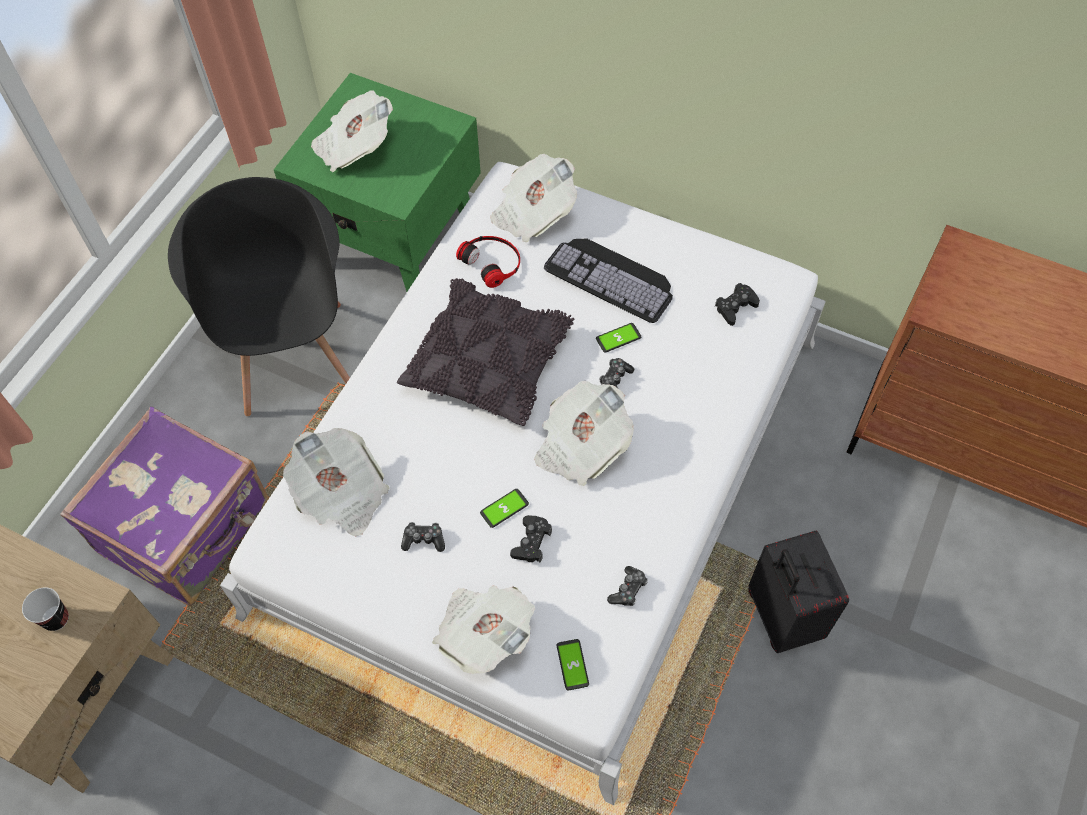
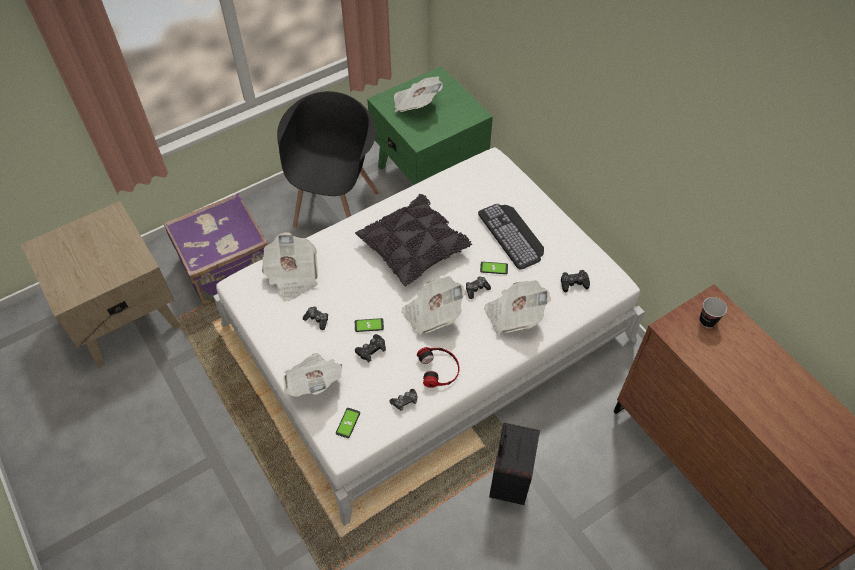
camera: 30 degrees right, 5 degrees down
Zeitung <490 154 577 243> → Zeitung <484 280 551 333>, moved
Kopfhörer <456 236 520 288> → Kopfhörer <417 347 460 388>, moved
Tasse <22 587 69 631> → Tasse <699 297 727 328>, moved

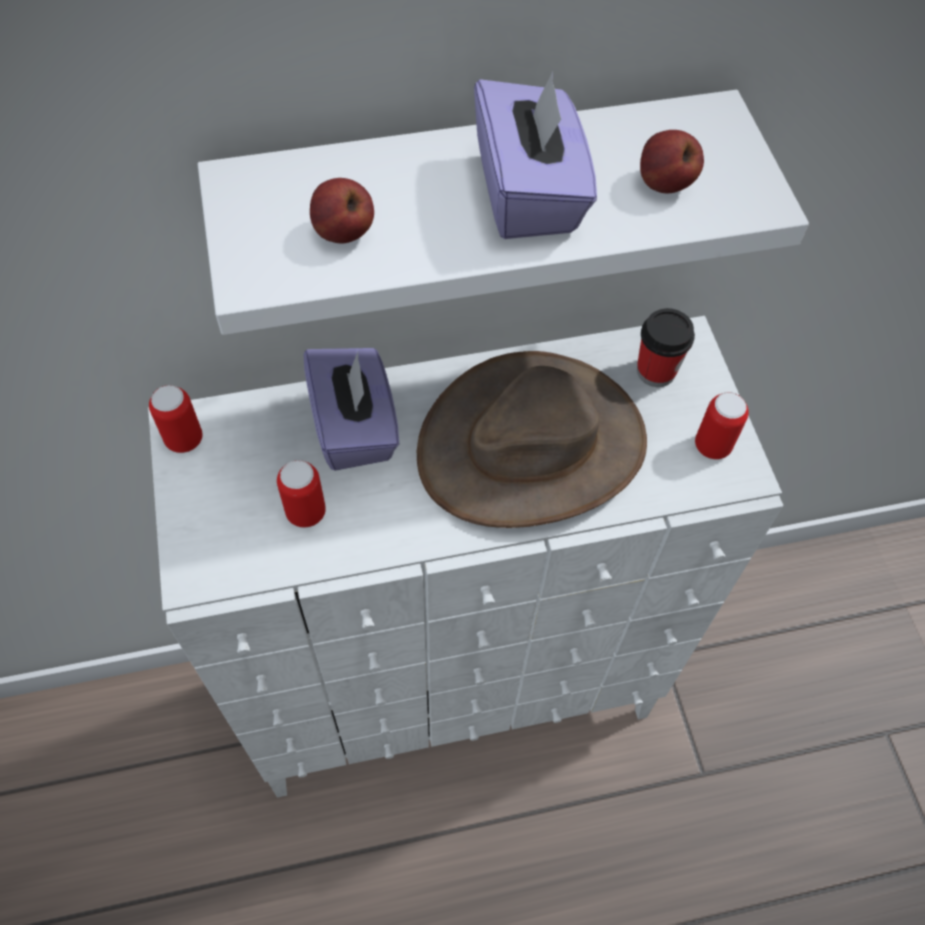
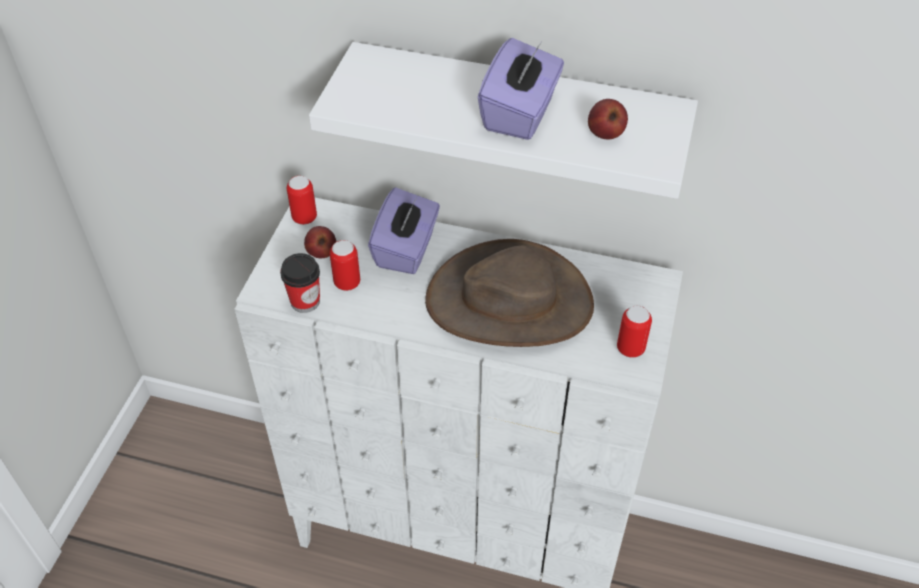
camera: 30 degrees right, 10 degrees down
Apfel <310 178 374 243> → Apfel <304 226 336 258>, moved
Tasse <637 308 695 387> → Tasse <280 253 320 313>, moved

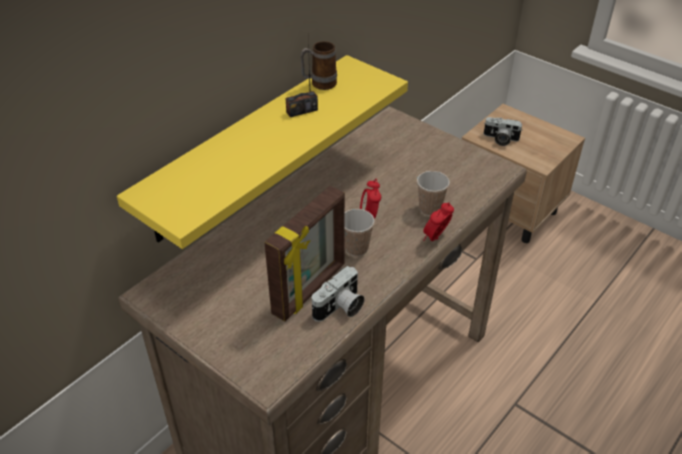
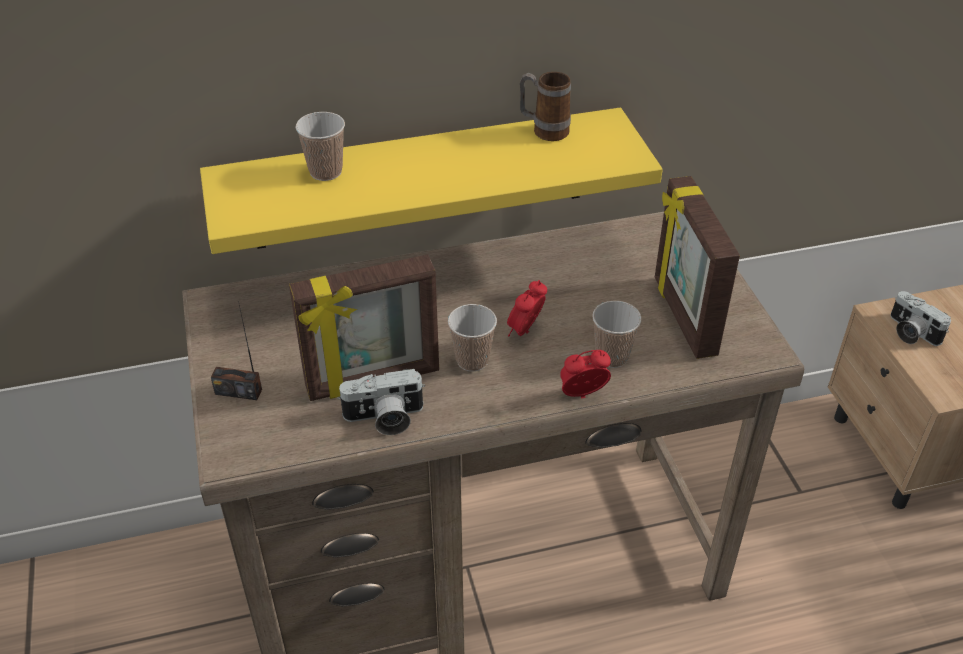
camera: 35 degrees right, 0 degrees up
Radio <286 41 318 117> → Radio <211 300 262 400>, moved
- → Tasse <296 112 345 181>
- → Bilderrahmen <655 176 740 359>

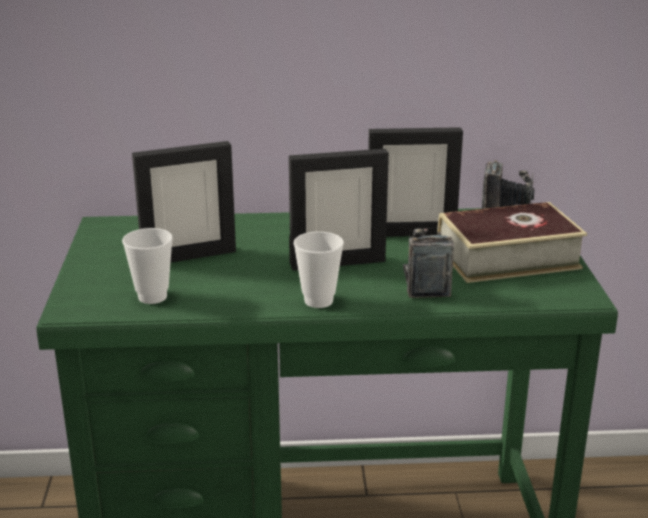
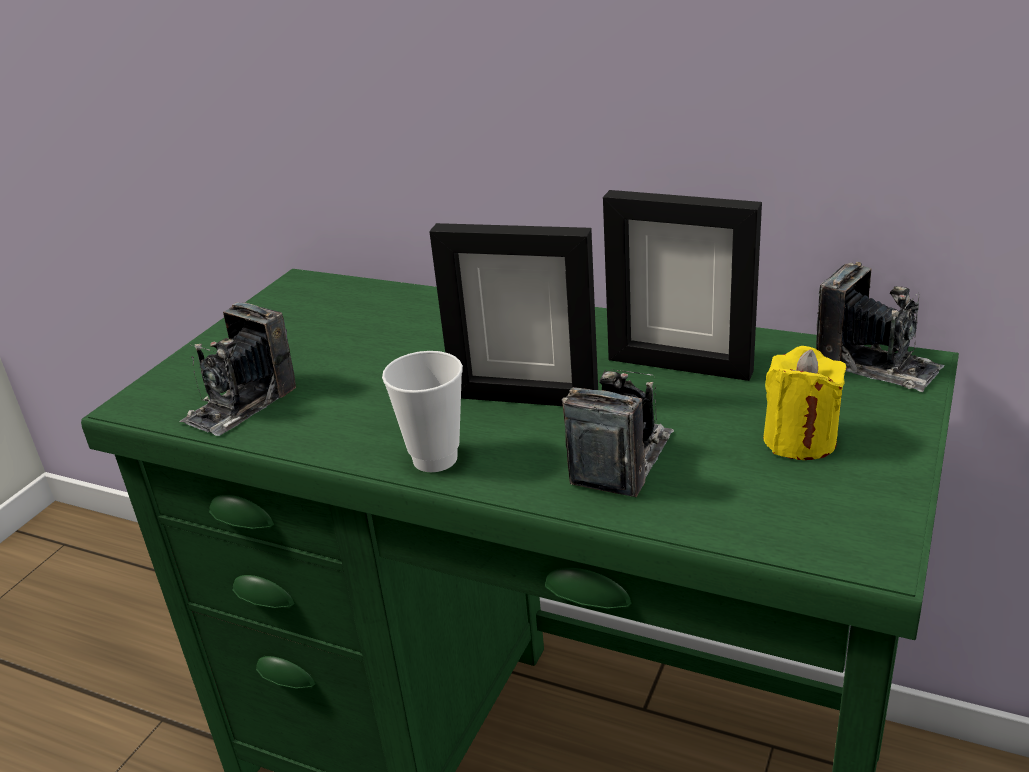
camera: 30 degrees right, 5 degrees up
Bilderrahmen <132 141 236 263> → -
Buch <437 202 587 283> → Kerze/gelb <763 346 846 460>
Tasse <122 228 173 304> → Kamera <179 302 296 436>

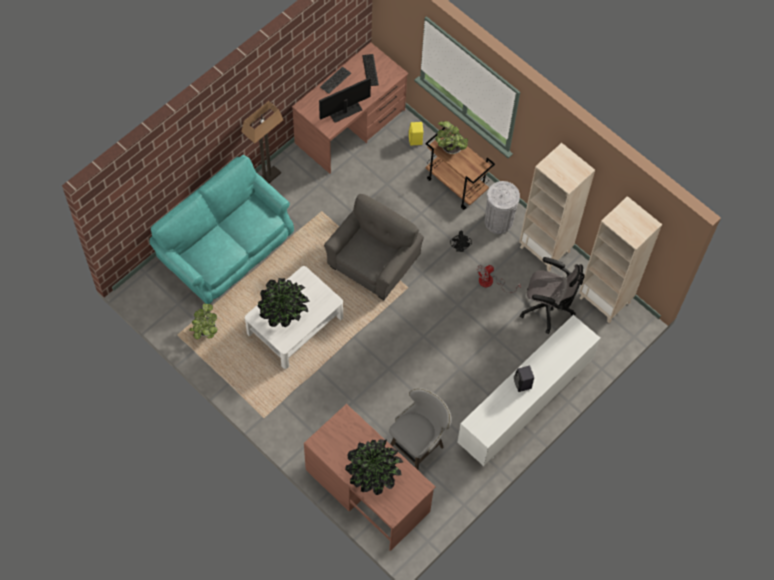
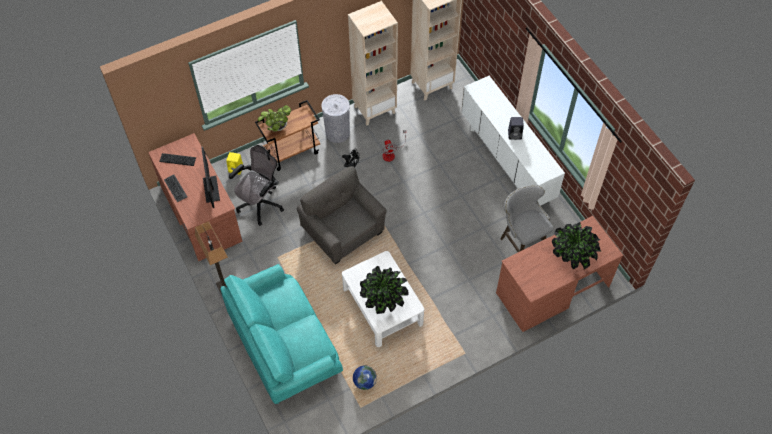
camera: 70 degrees left, 5 degrees down
Bürostuhl <520 257 585 334> → Bürostuhl <229 145 284 226>, moved
Topfpflanze <189 304 218 340> → Globus <353 365 377 390>

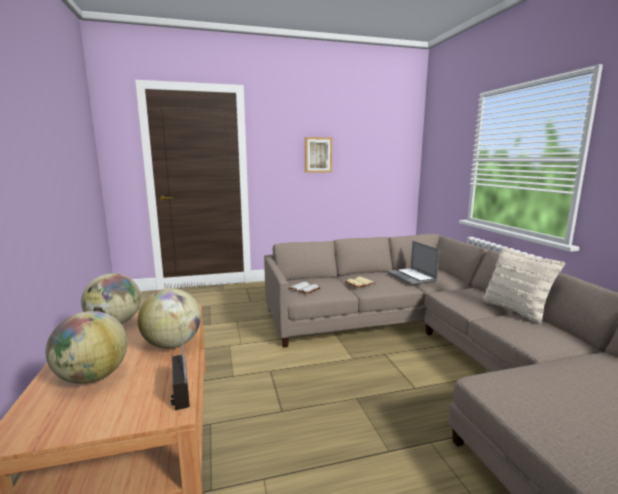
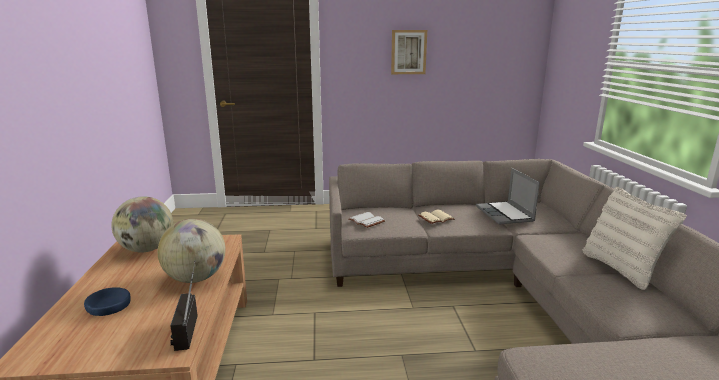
camera: 10 degrees right, 5 degrees up
Globus <46 311 128 384> → Schüssel/blau <84 287 131 316>

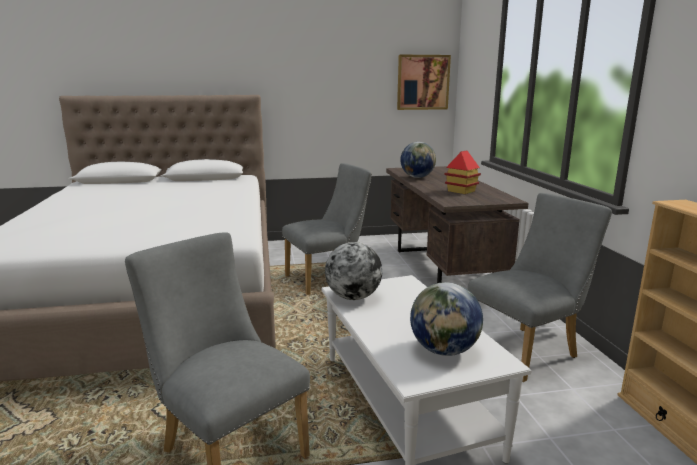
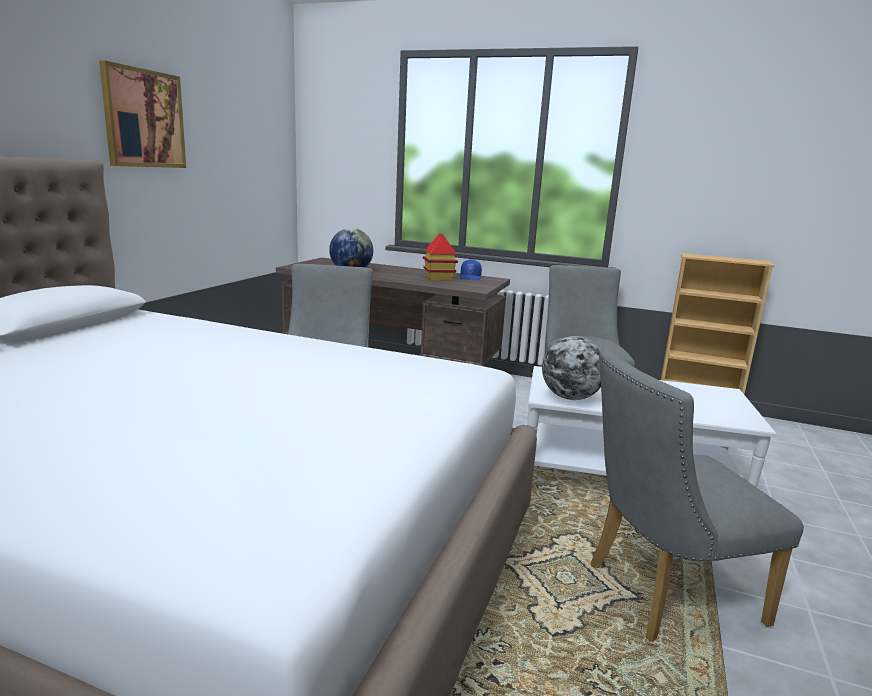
camera: 60 degrees left, 0 degrees up
Bild <397 55 451 110> → Bild <99 60 186 168>, moved
Globus <410 282 483 356> → -
- → Kappe/blau <460 259 482 280>

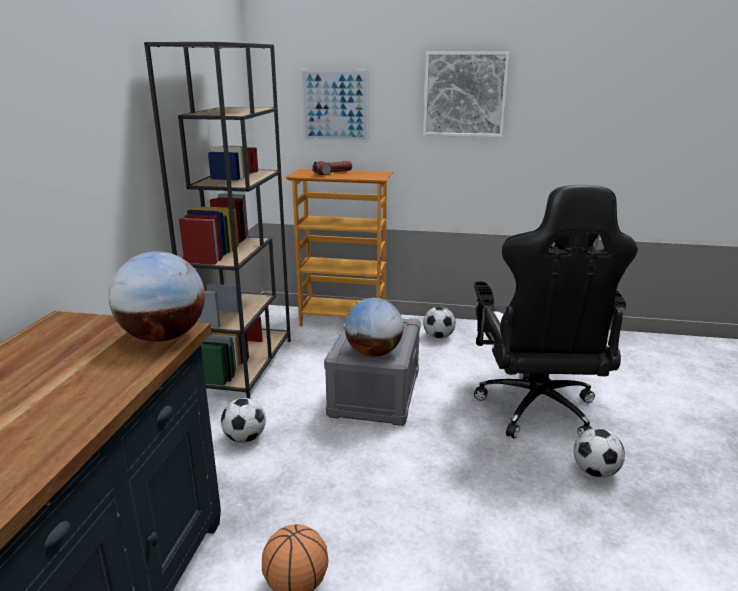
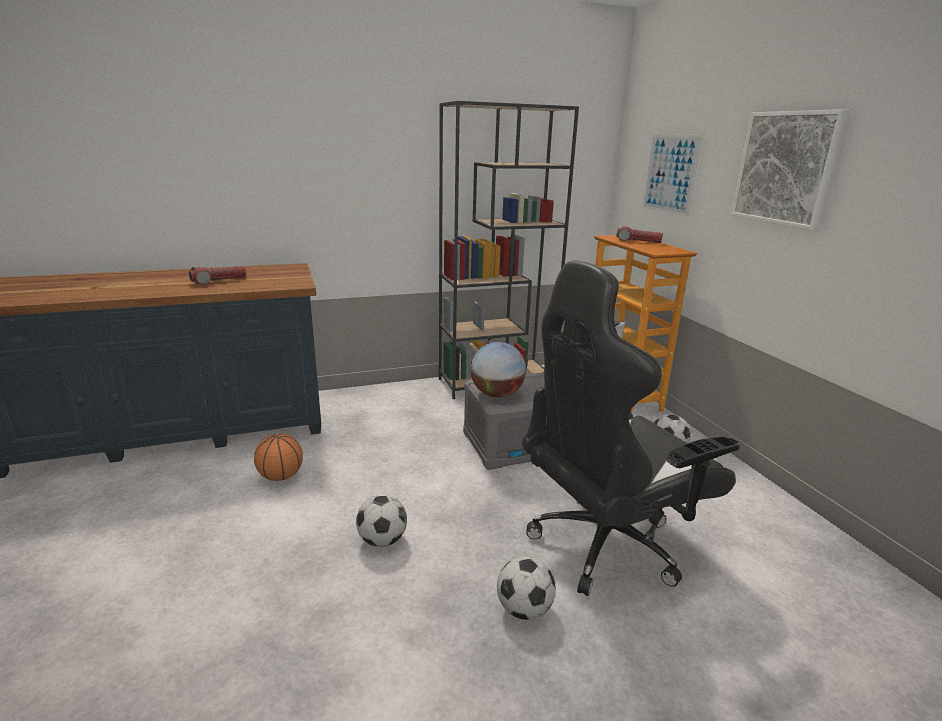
camera: 60 degrees right, 0 degrees up
Globus <109 251 205 342> → -
Fußball <221 398 266 443> → Fußball <356 495 407 547>, moved
- → Taschenlampe <189 266 246 285>

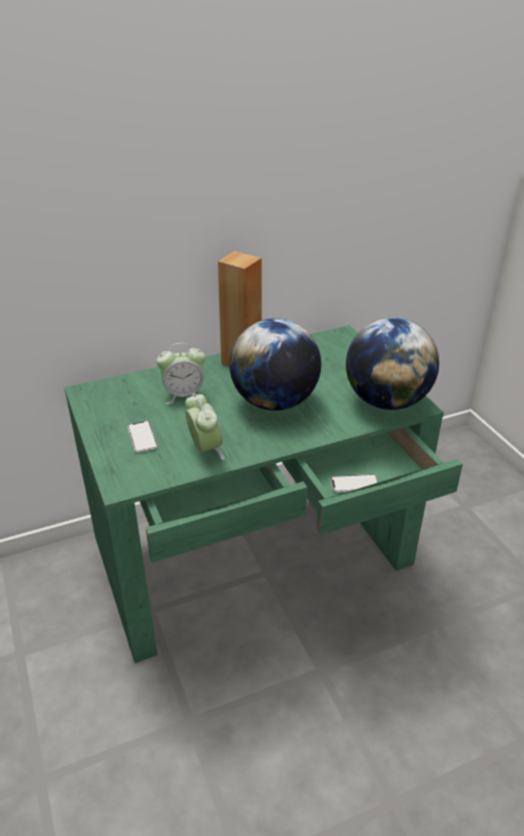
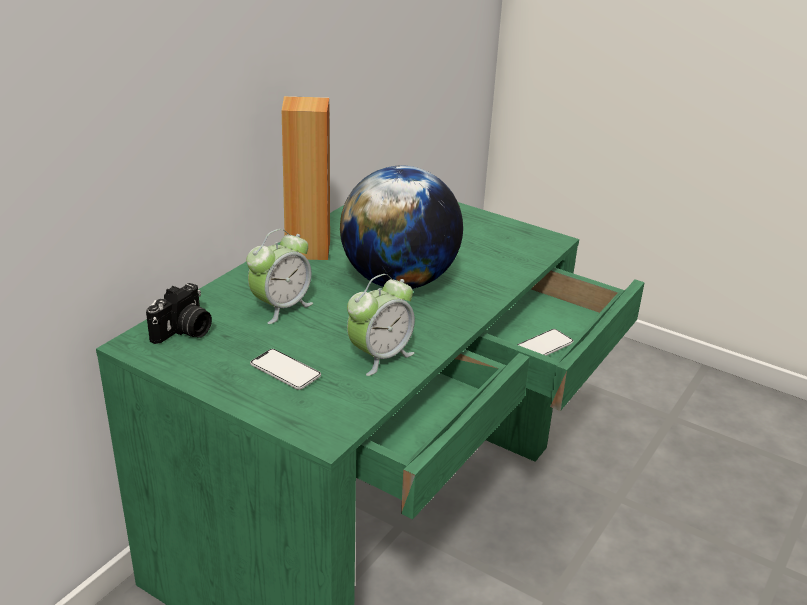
camera: 35 degrees left, 5 degrees down
Globus <346 318 439 410> → -
Wecker <185 393 225 460> → Wecker <347 274 415 376>, 105 degrees clockwise
- → Kamera <146 283 212 344>

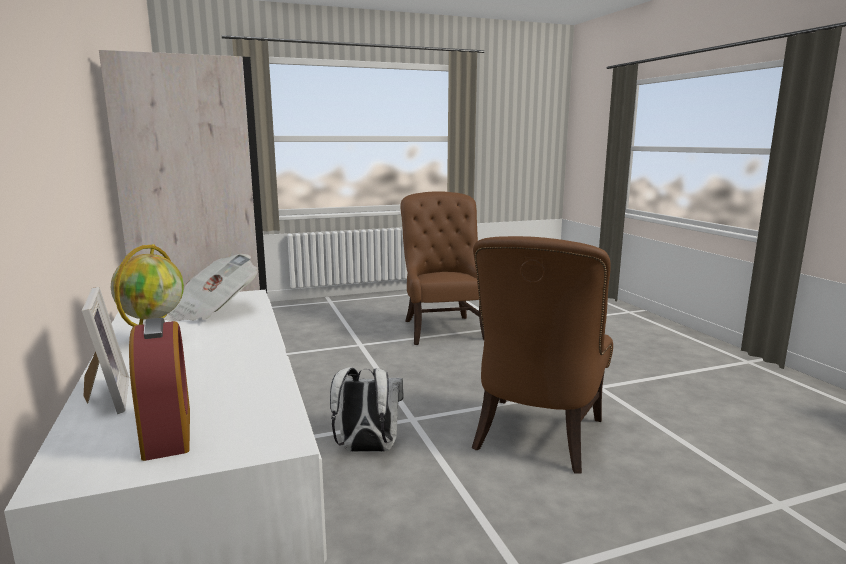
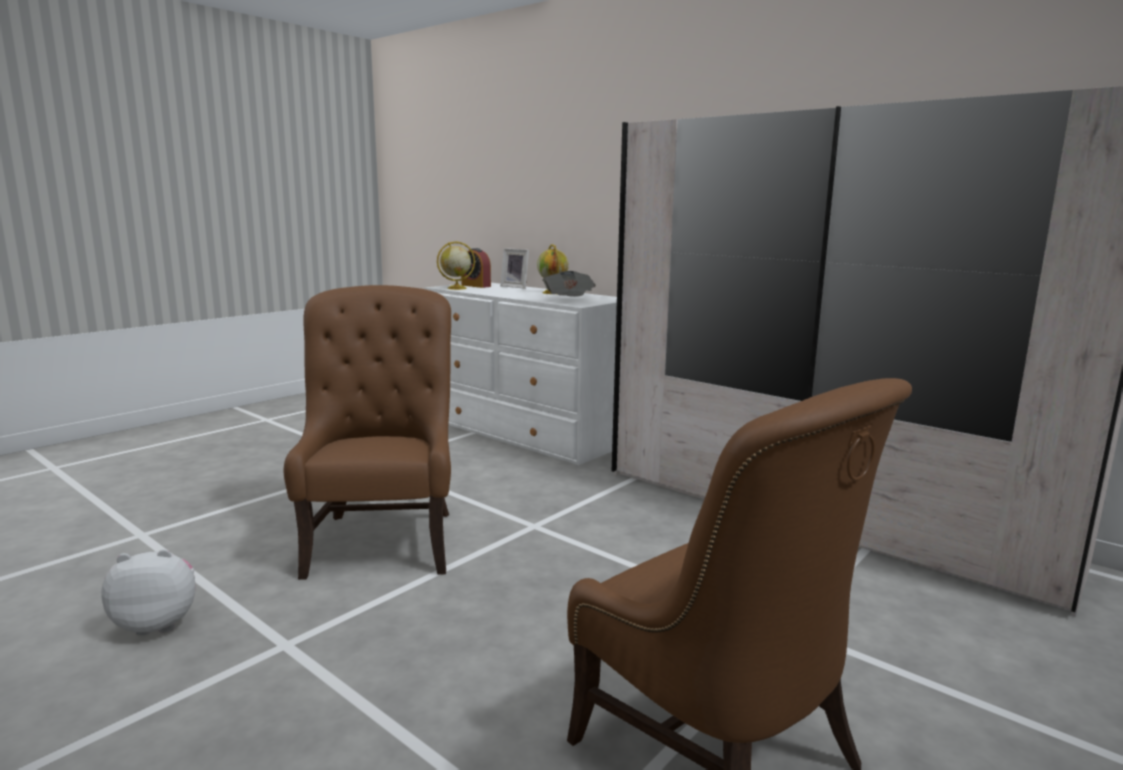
camera: 150 degrees right, 0 degrees up
Rucksack/weiß <330 367 403 452> → -
- → Globus <437 241 475 290>
- → Plüschtier <101 549 196 636>

